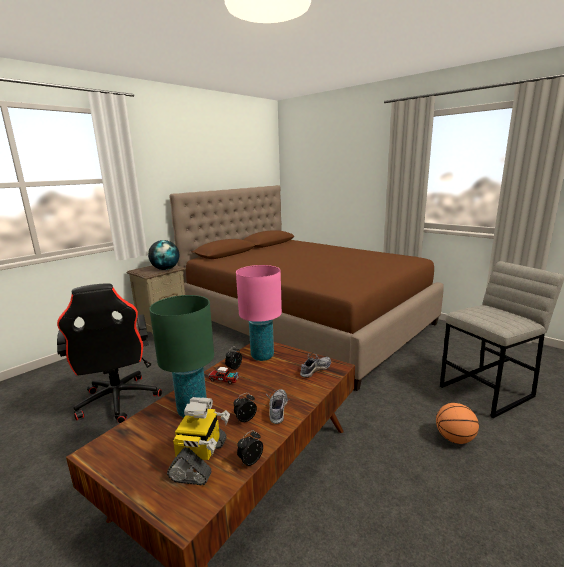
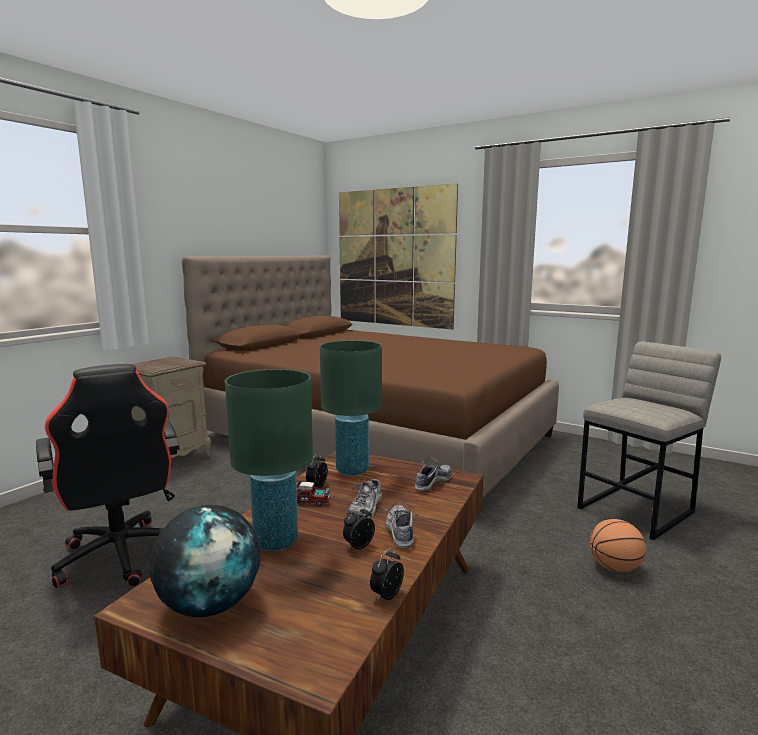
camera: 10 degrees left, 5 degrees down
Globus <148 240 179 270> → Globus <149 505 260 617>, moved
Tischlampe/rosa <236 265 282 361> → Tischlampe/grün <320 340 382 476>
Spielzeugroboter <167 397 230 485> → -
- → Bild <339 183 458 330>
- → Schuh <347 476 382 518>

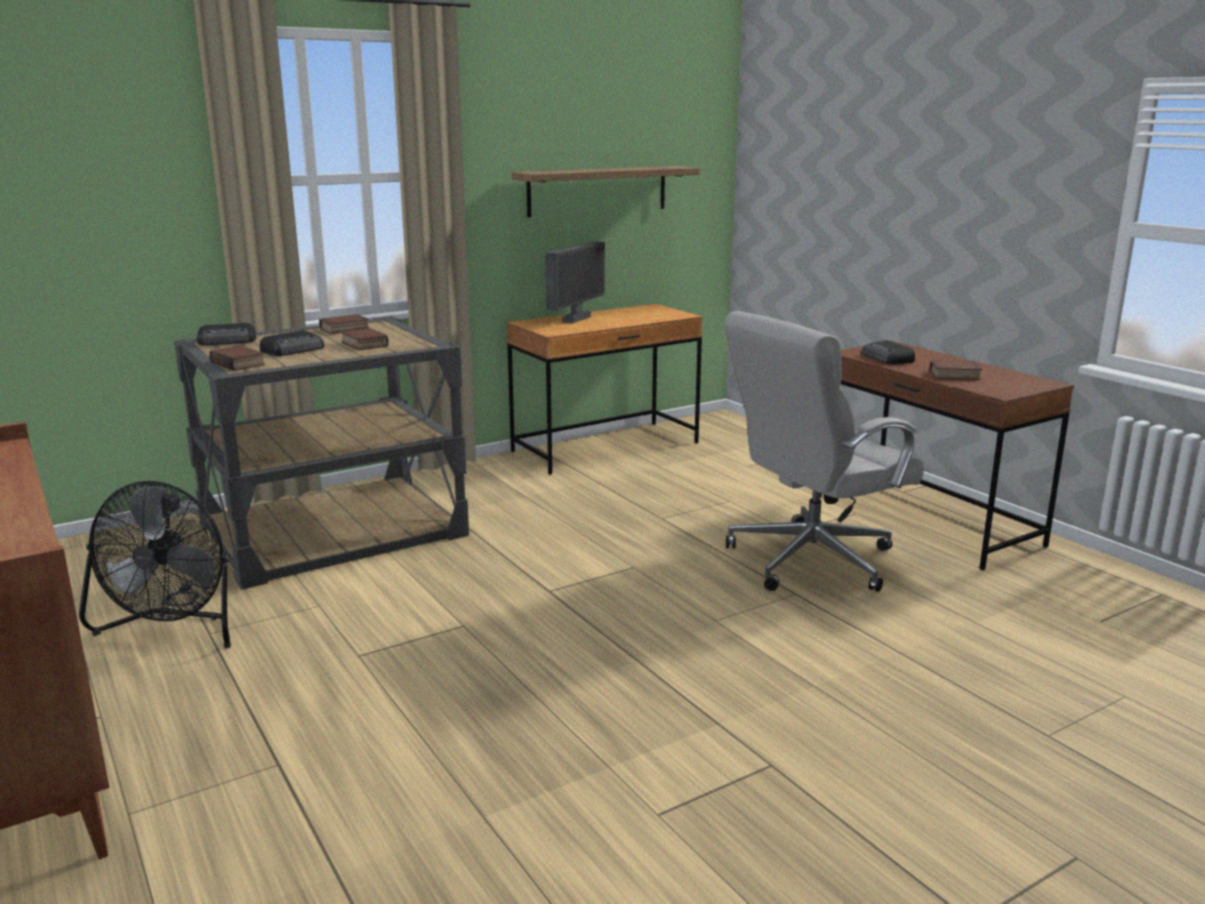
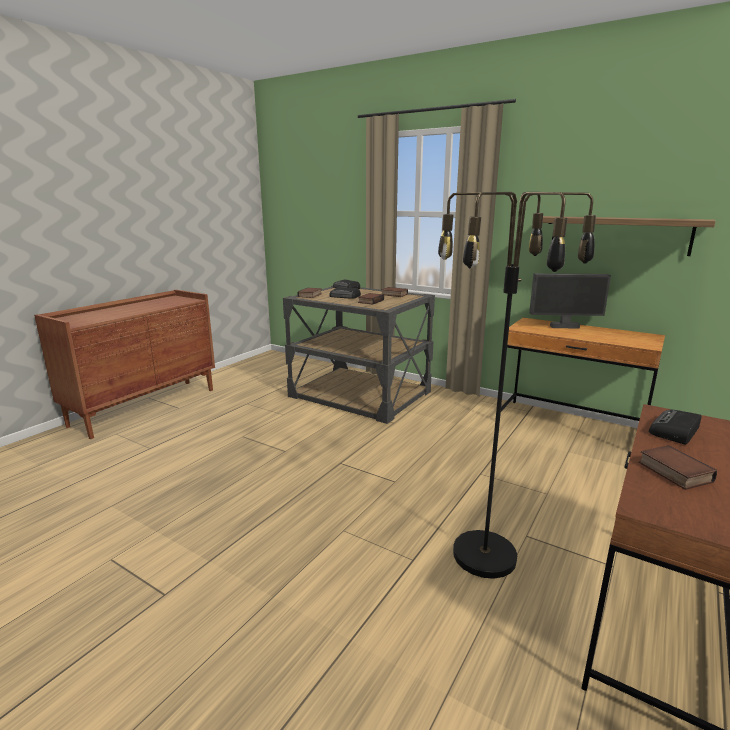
camera: 65 degrees right, 0 degrees up
Bürostuhl/grau <725 311 924 592> → Stehlampe <438 192 596 579>
Ventilator/schwarz <79 481 231 648> → -

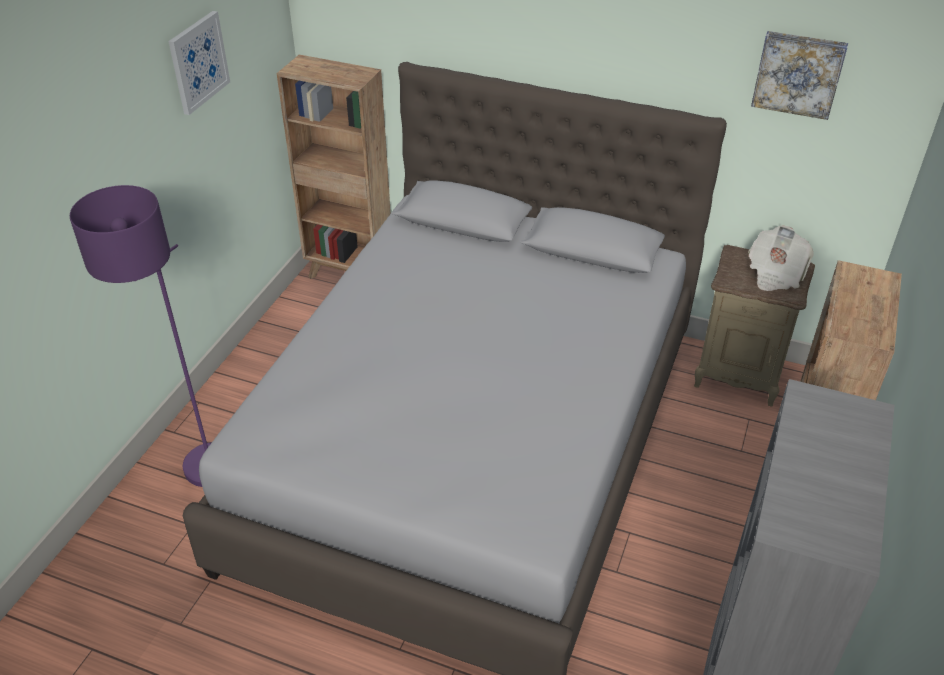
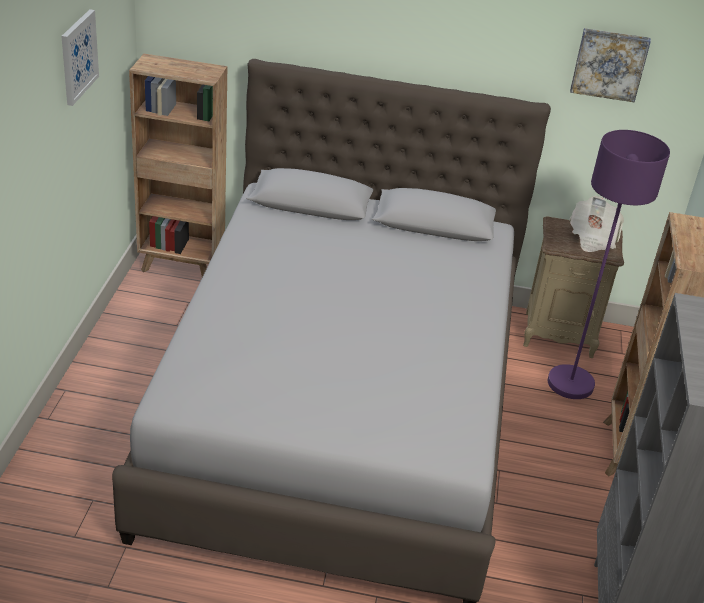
camera: 15 degrees left, 5 degrees down
Stehlampe/lila <70 185 212 487> → Stehlampe/lila <548 130 670 399>, moved

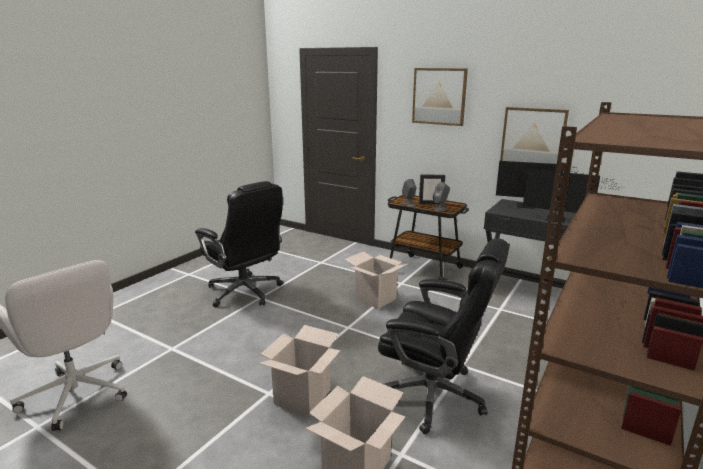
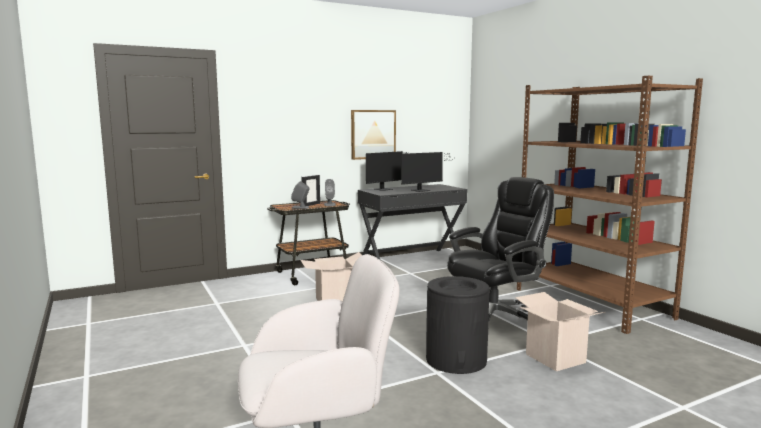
camera: 60 degrees left, 10 degrees down
Bild <412 68 468 126> → -
Bürostuhl/schwarz <195 181 283 307> → -
Karton <259 325 341 417> → Mülleimer/schwarz <426 276 490 374>

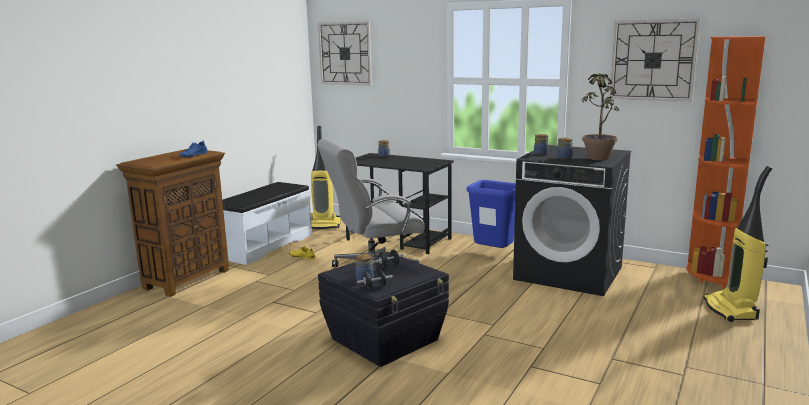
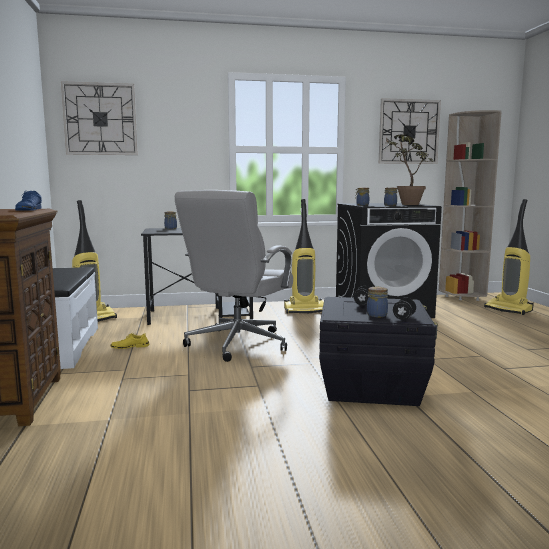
camera: 40 degrees left, 5 degrees down
Bücherregal/orange <686 36 766 289> → Bücherregal/beige <439 110 502 301>
Mülleimer/blau <467 180 516 248> → Staubsauger <284 199 324 314>

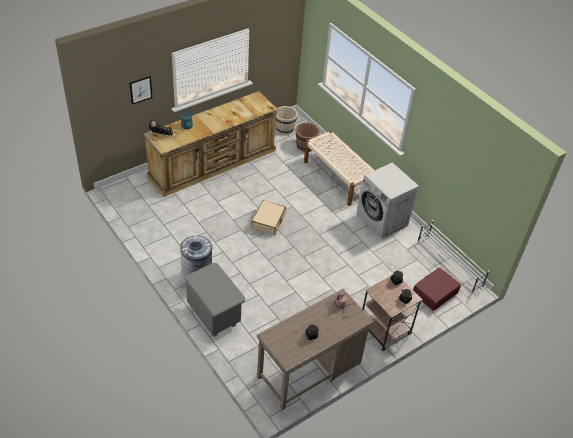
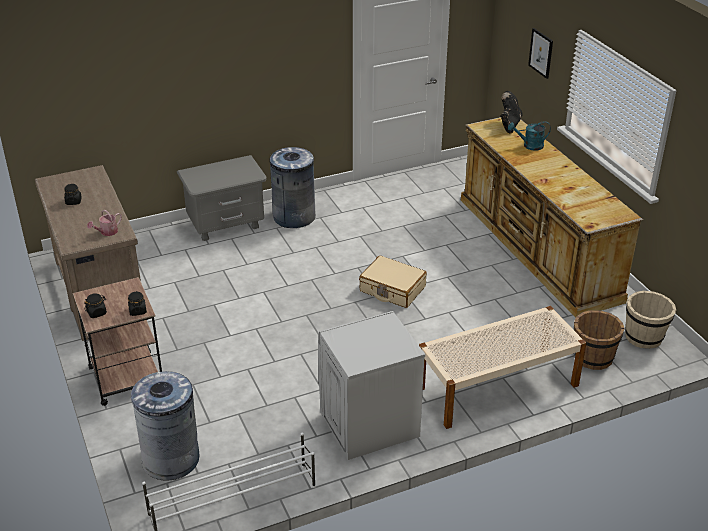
camera: 105 degrees right, 10 degrees down
Koffer/rot <413 267 461 311> → Mülleimer/grau <131 371 200 481>

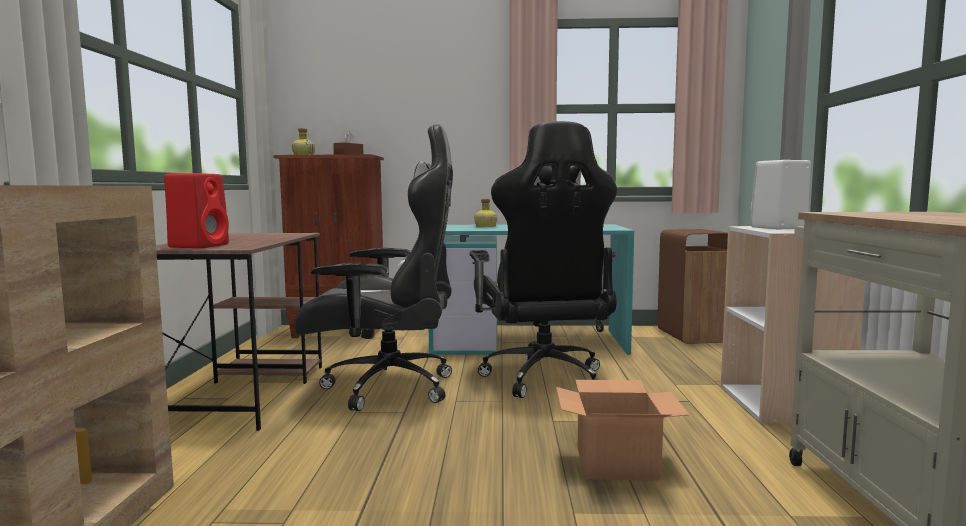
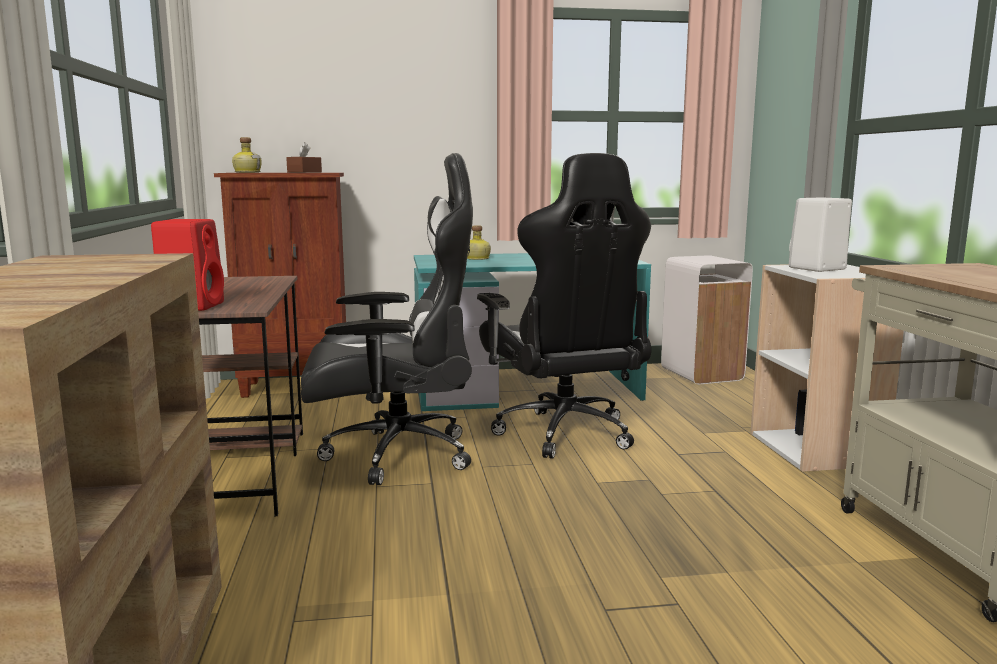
camera: 10 degrees left, 5 degrees up
Mülleimer/braun <657 229 728 344> → Mülleimer/weiß <661 255 753 384>
Karton <556 380 689 480> → -

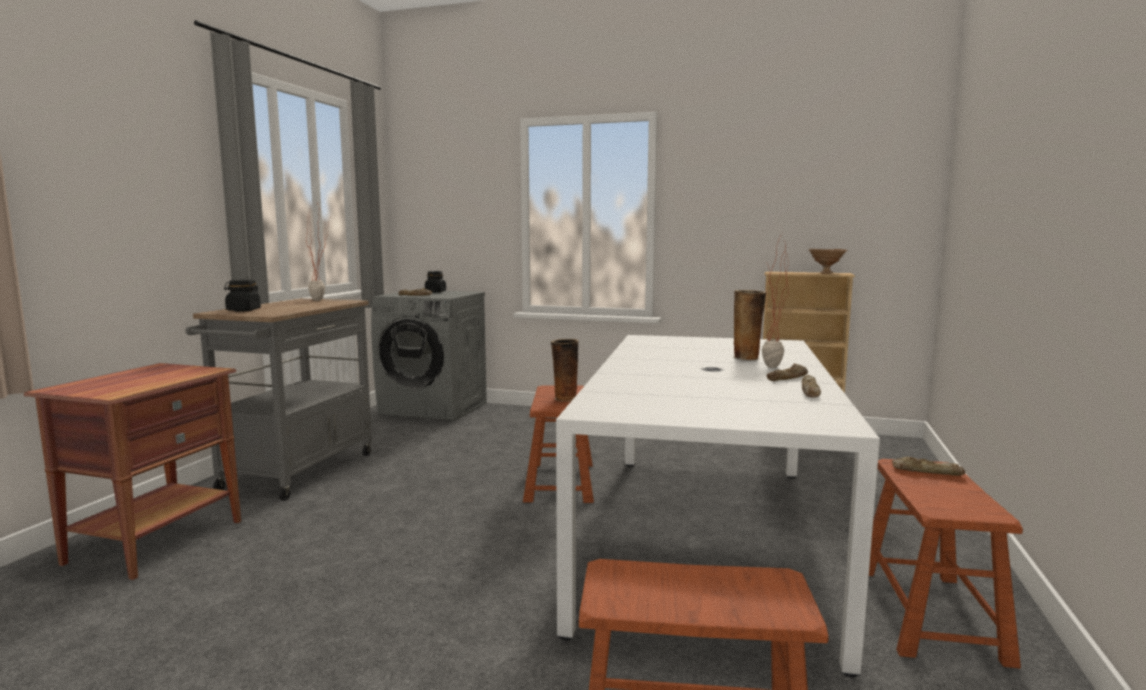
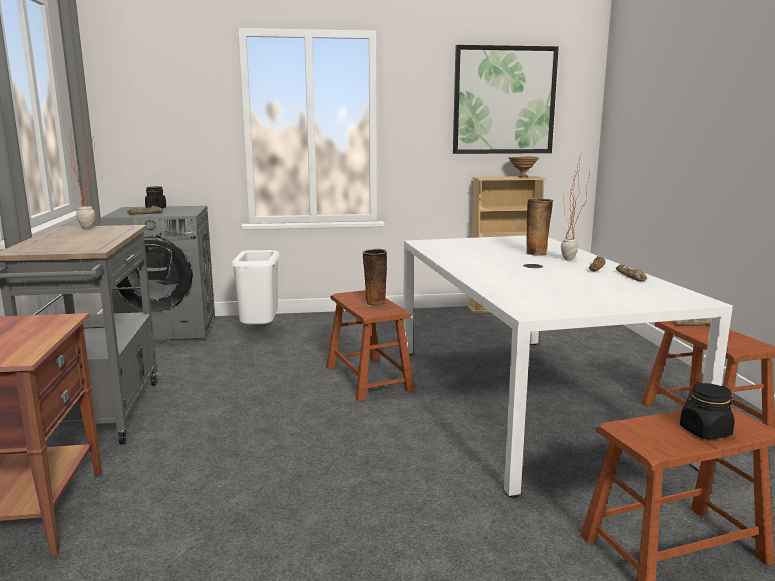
camera: 25 degrees left, 5 degrees up
Vorratsglas/schwarz <224 279 261 312> → Vorratsglas/schwarz <680 383 735 439>, moved
- → Bild <453 45 559 154>
- → Mülleimer/weiß <231 250 280 324>

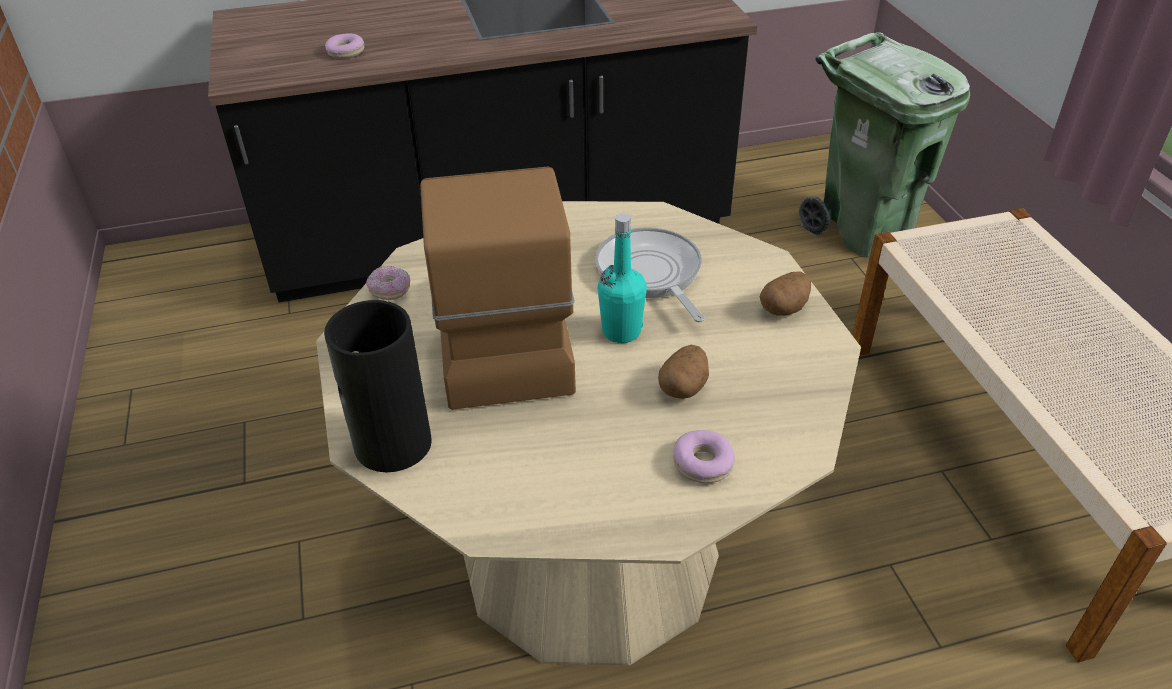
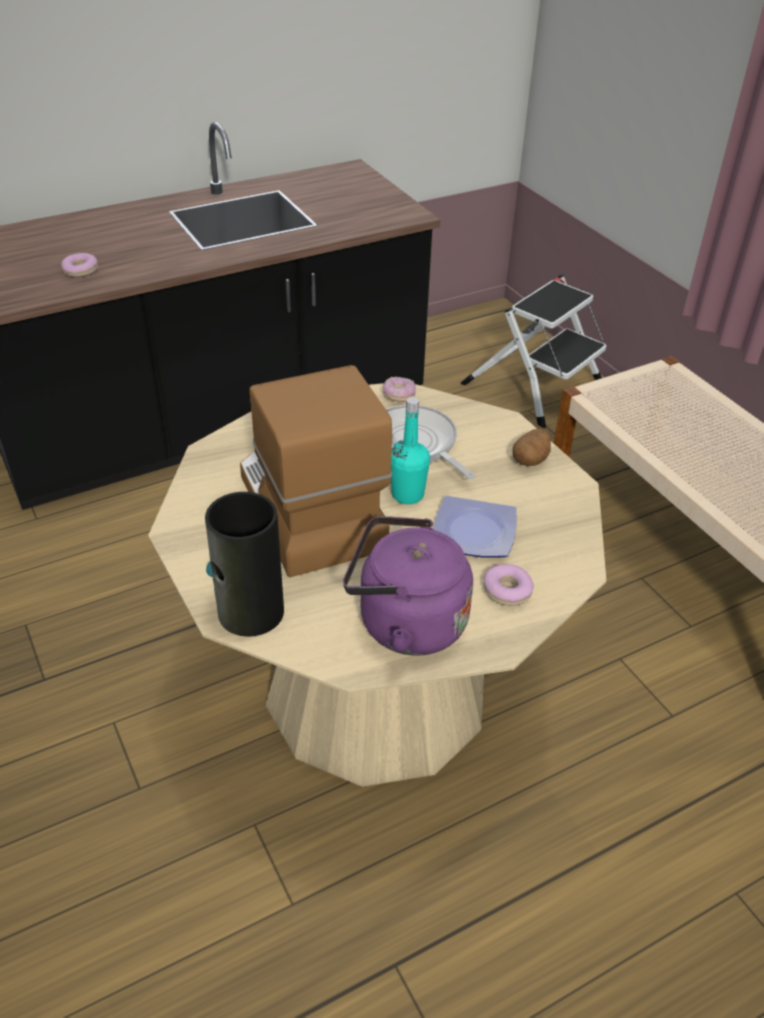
camera: 15 degrees left, 0 degrees up
Mülleimer/grün <799 32 970 257> → Trittleiter <460 275 606 428>
Donut <366 266 410 300> → Donut <383 377 416 402>, moved
Kartoffel <658 344 709 399> → Teller <433 496 517 558>
- → Wasserkessel/lila <343 516 473 656>

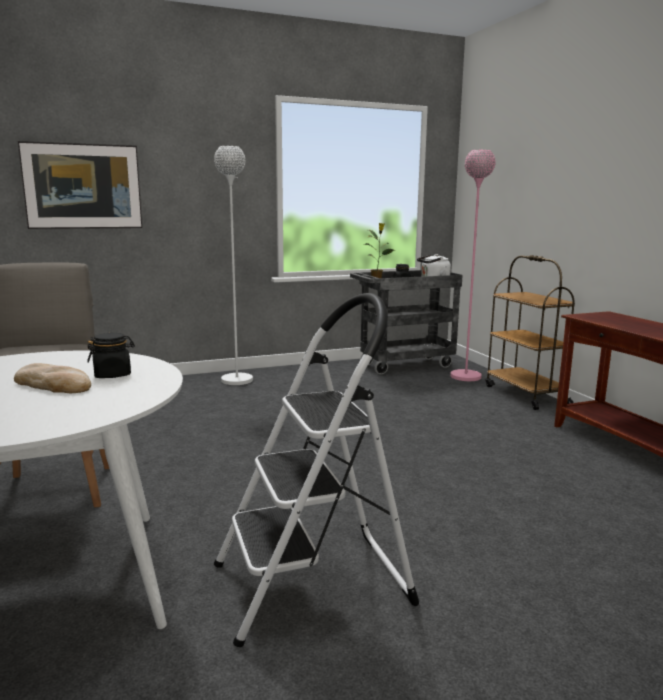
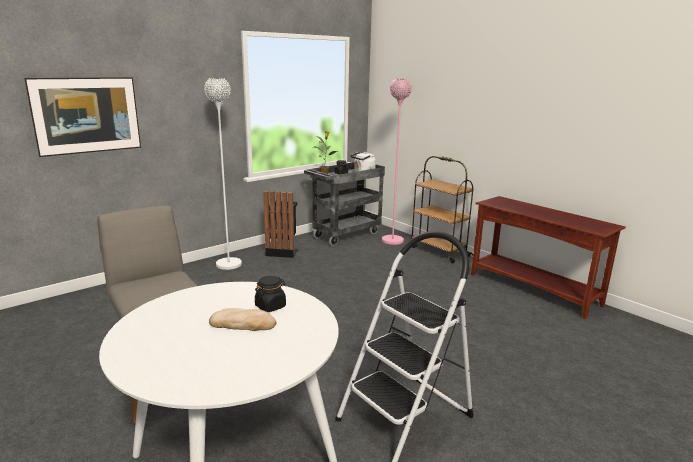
camera: 20 degrees left, 5 degrees up
- → Mülleimer/schwarz <263 191 298 258>

